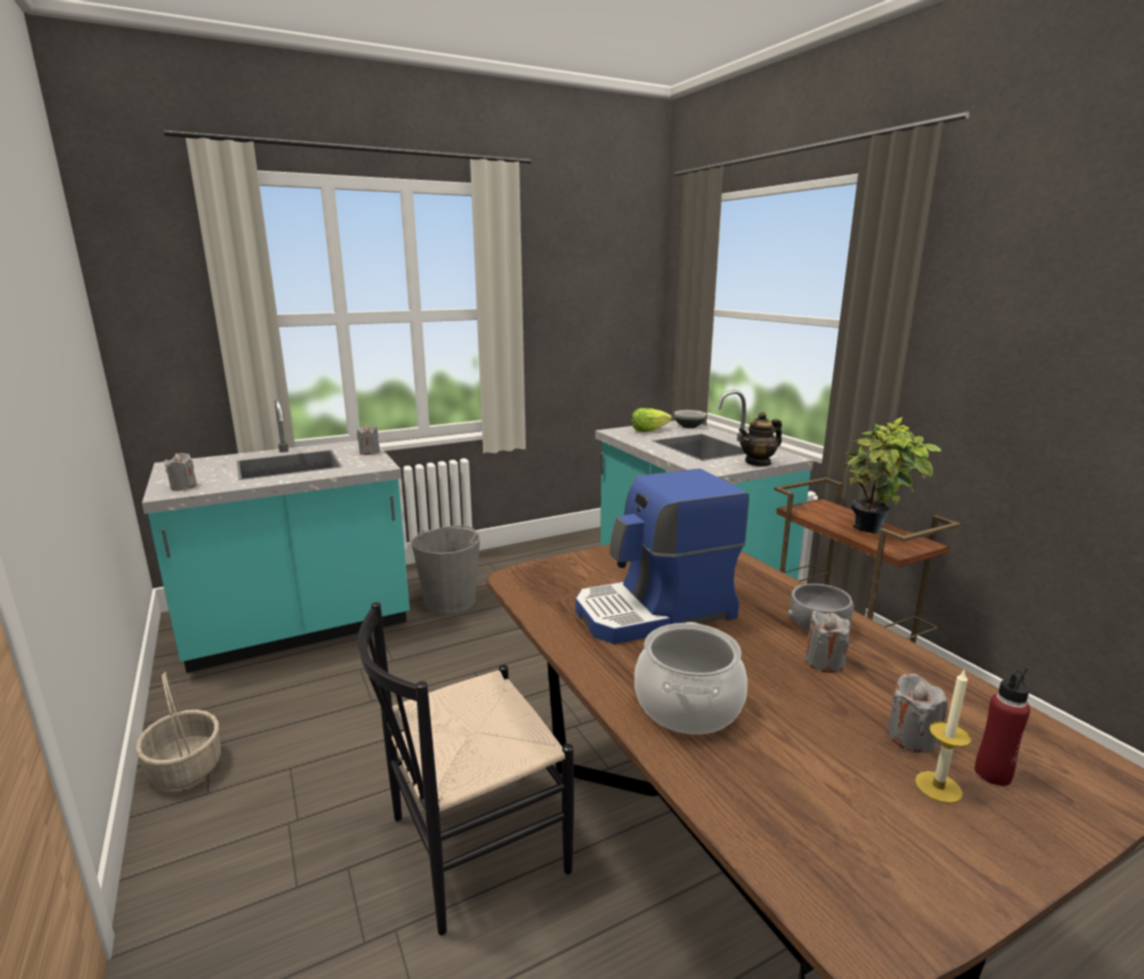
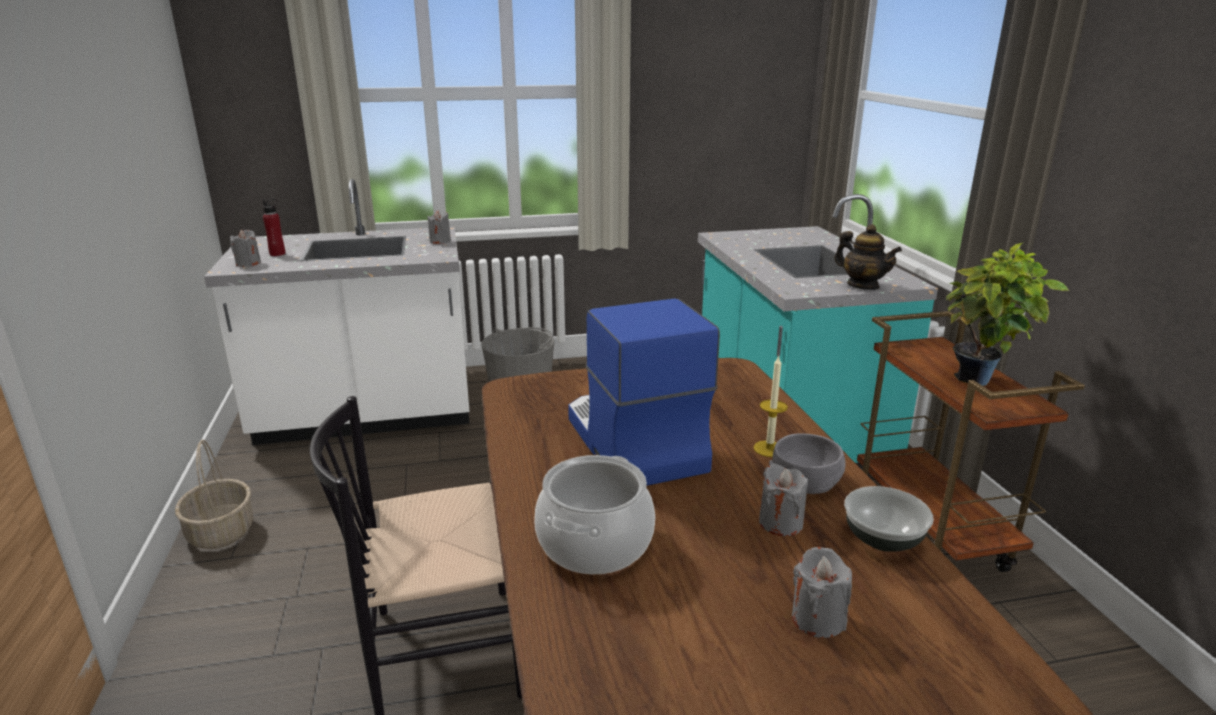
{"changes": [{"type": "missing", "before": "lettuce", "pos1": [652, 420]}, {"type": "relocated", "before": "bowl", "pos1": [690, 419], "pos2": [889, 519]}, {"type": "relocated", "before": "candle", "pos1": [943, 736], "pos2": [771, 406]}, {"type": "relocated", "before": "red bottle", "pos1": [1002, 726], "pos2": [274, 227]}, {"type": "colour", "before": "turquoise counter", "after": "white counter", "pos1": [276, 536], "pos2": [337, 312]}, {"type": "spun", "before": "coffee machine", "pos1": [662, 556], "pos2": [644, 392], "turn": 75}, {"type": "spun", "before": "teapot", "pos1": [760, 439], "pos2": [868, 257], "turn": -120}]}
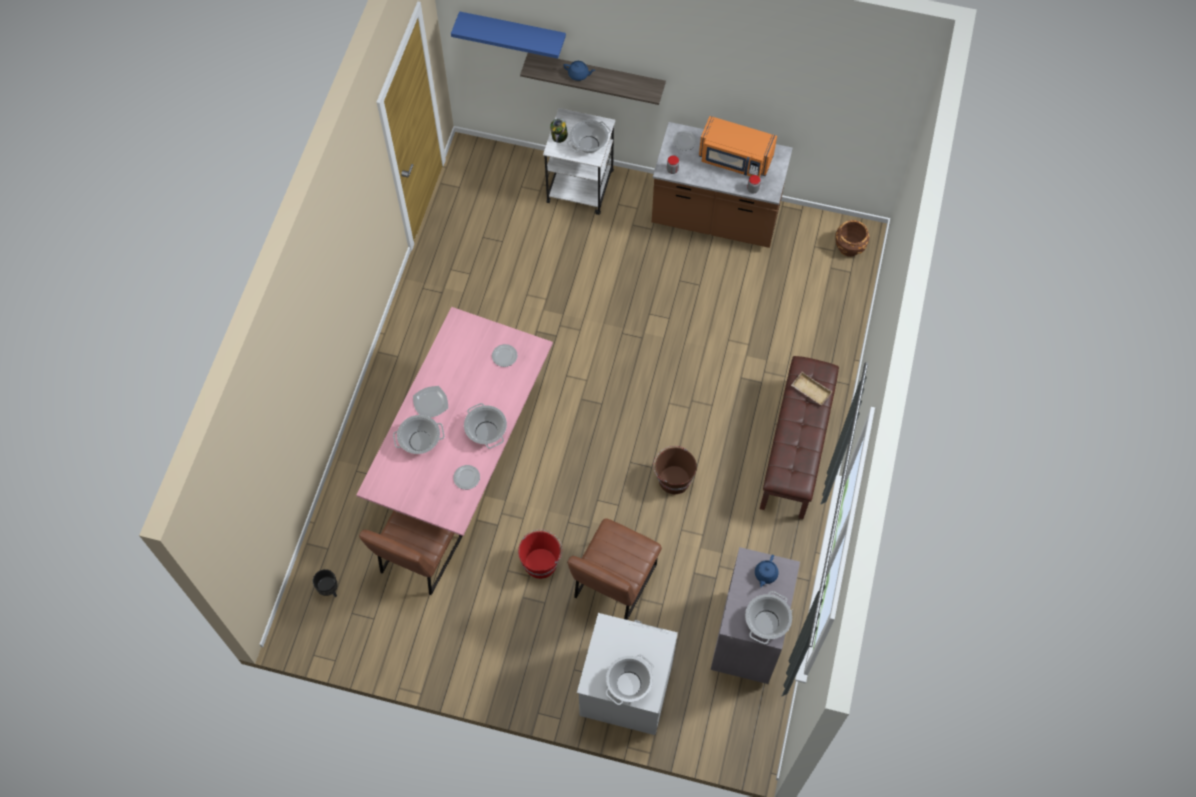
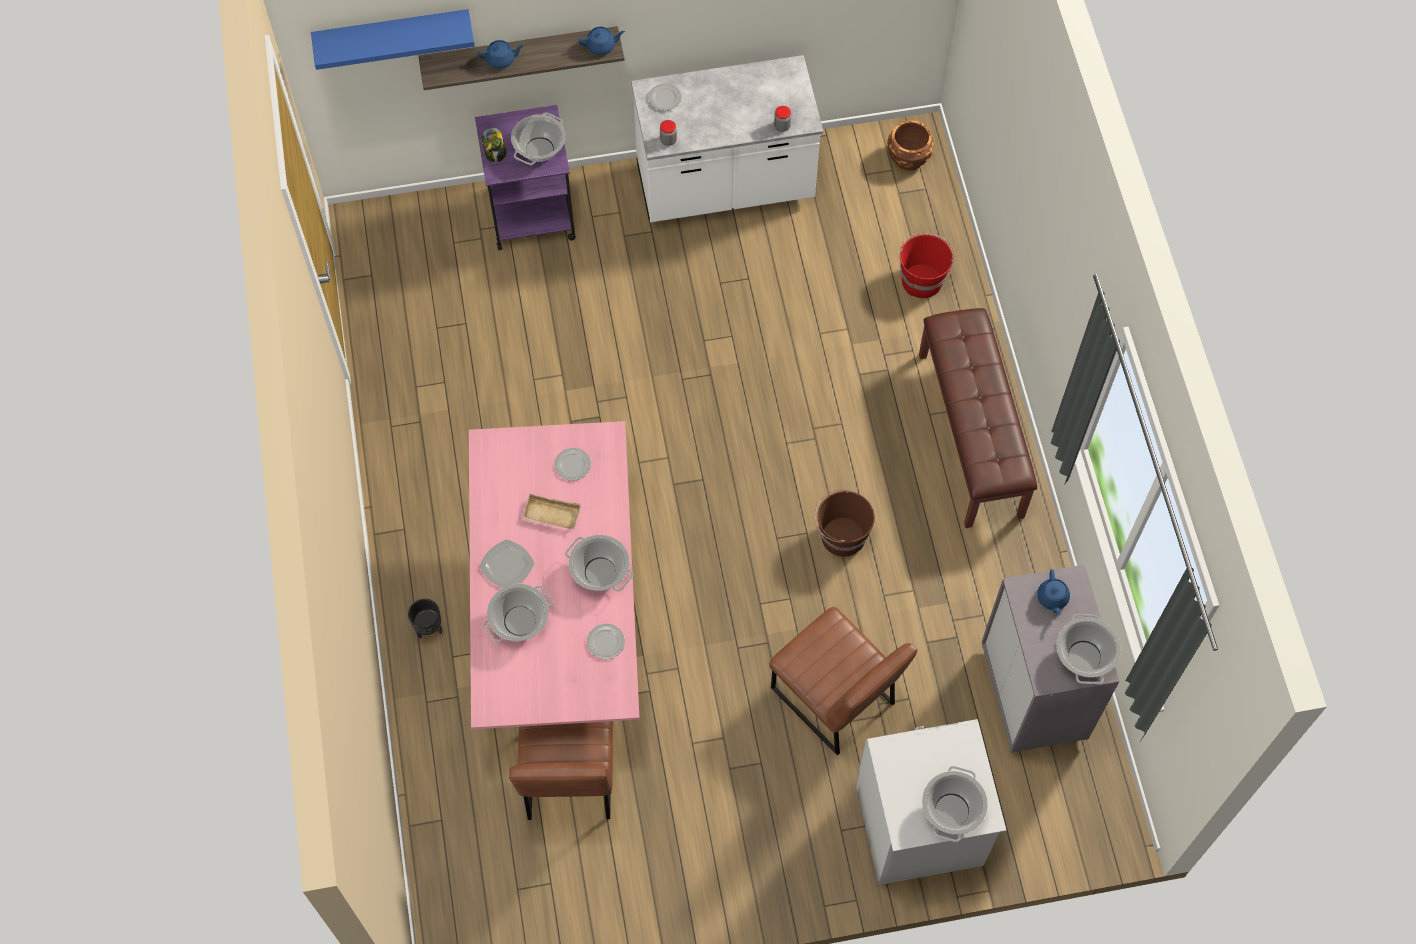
{"changes": [{"type": "missing", "before": "orange microwave", "pos1": [738, 146]}, {"type": "appeared", "after": "blue teapot", "pos2": [602, 41]}, {"type": "relocated", "before": "black planter", "pos1": [325, 583], "pos2": [425, 619]}, {"type": "relocated", "before": "red bucket", "pos1": [540, 554], "pos2": [927, 265]}, {"type": "relocated", "before": "beige tray", "pos1": [812, 388], "pos2": [551, 511]}, {"type": "colour", "before": "white cart", "after": "purple cart", "pos1": [579, 161], "pos2": [525, 178]}, {"type": "colour", "before": "brown counter", "after": "white counter", "pos1": [722, 185], "pos2": [727, 138]}, {"type": "spun", "before": "brown chair", "pos1": [614, 569], "pos2": [843, 681], "turn": -45}]}
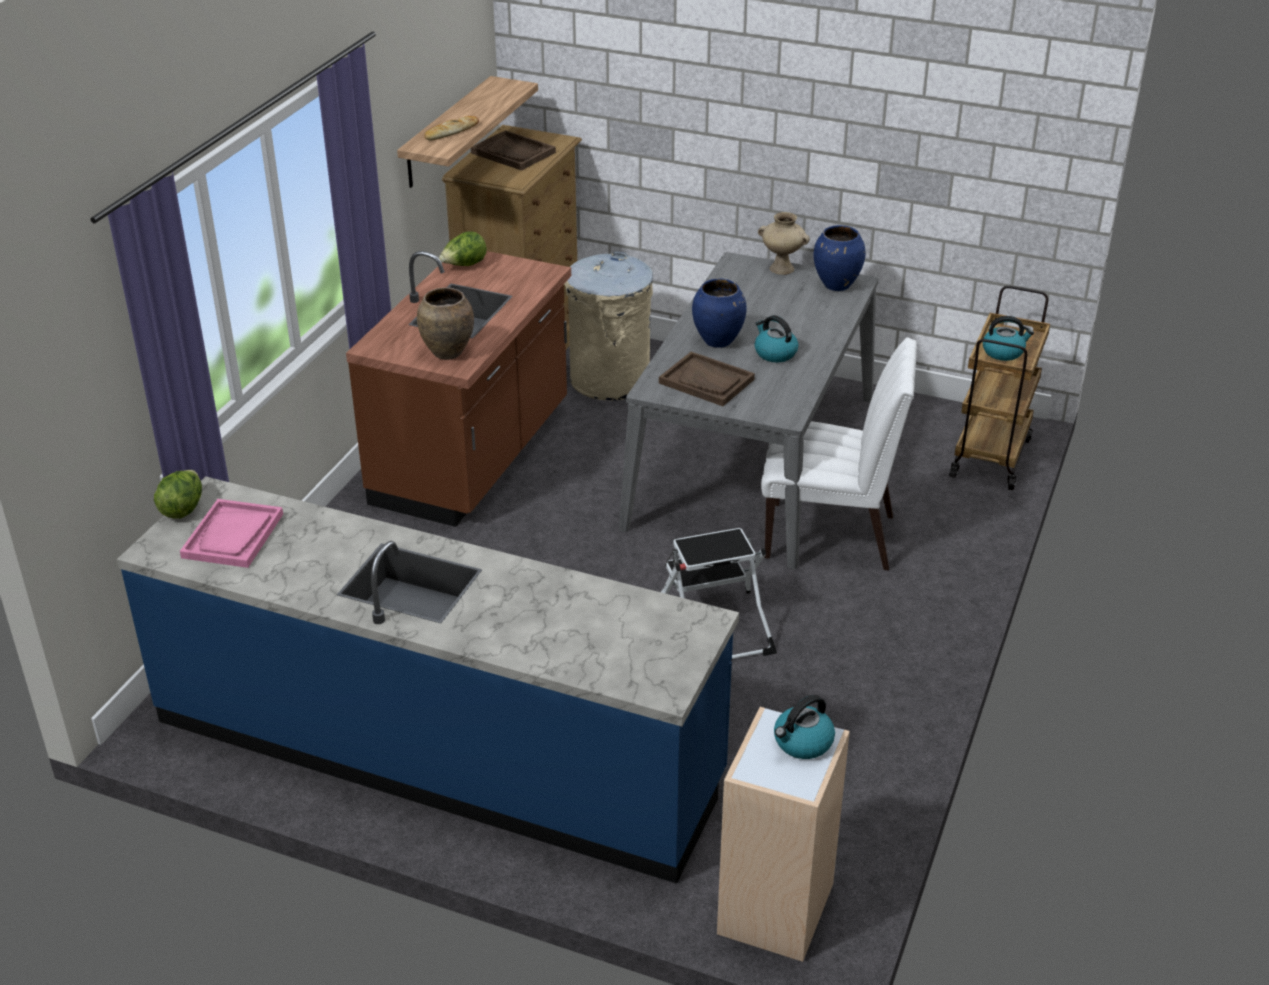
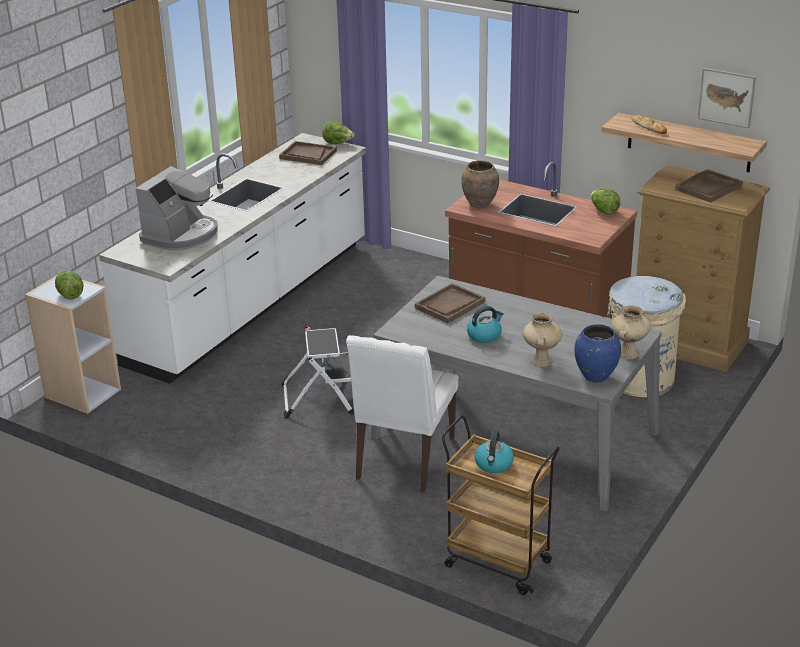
{"changes": [{"type": "missing", "before": "blue vase", "pos1": [719, 313]}, {"type": "appeared", "after": "coffee machine", "pos2": [177, 208]}, {"type": "appeared", "after": "beige vase", "pos2": [542, 340]}, {"type": "appeared", "after": "picture", "pos2": [727, 98]}, {"type": "exchanged", "before": "kettle", "after": "lettuce", "pos1": [804, 727], "pos2": [69, 285]}, {"type": "colour", "before": "blue counter", "after": "white counter", "pos1": [428, 680], "pos2": [233, 258]}, {"type": "colour", "before": "pink tray", "after": "brown tray", "pos1": [231, 533], "pos2": [308, 153]}]}
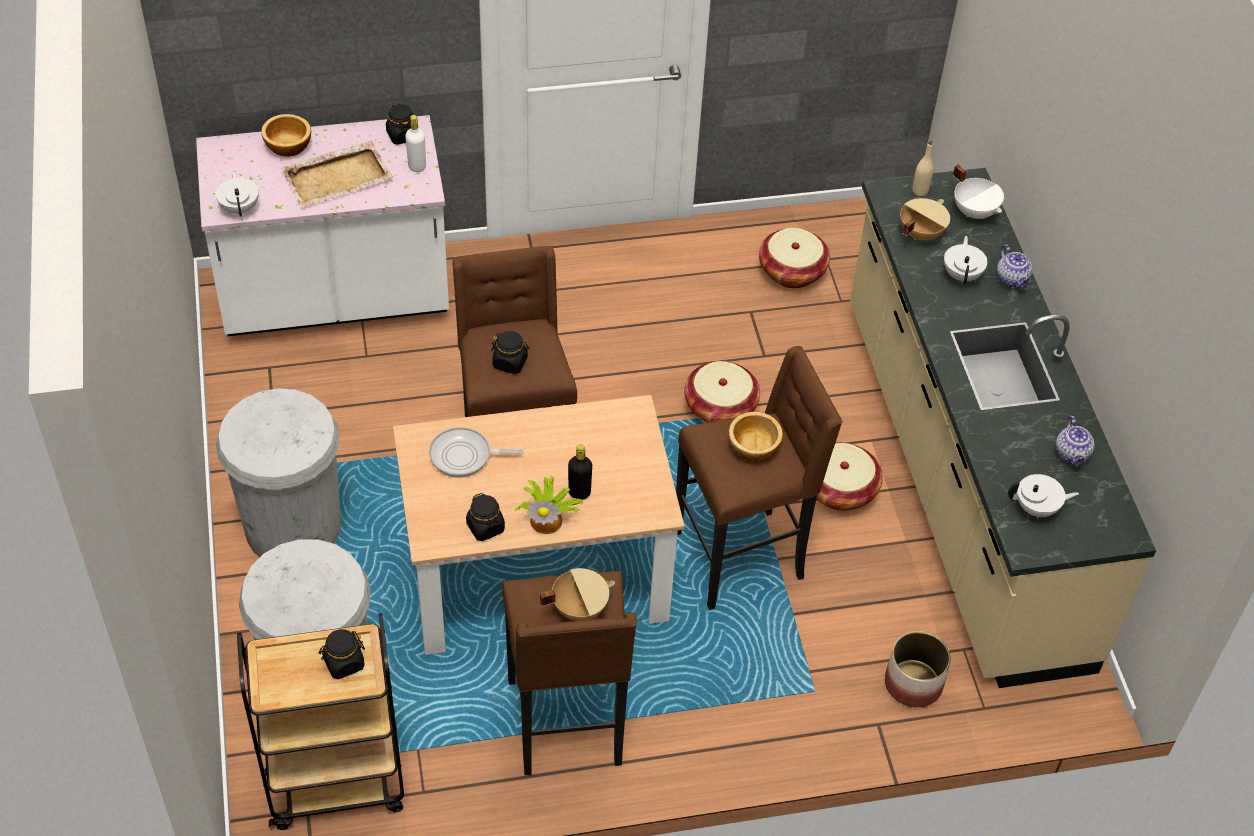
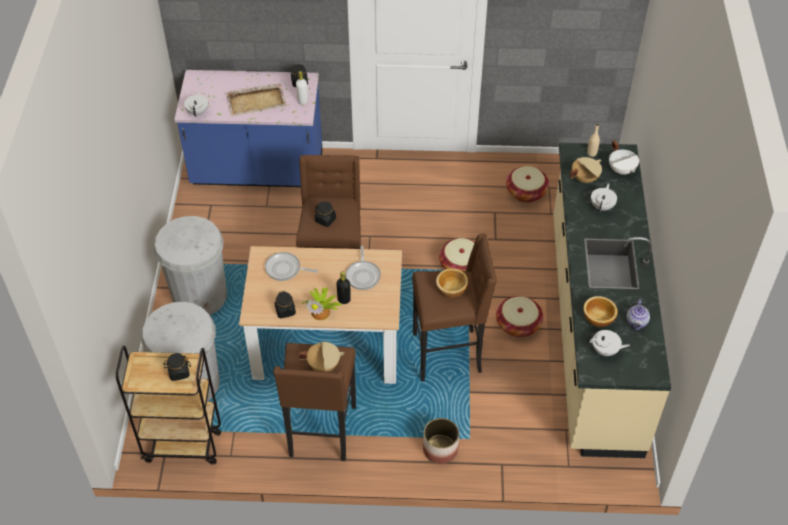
{"changes": [{"type": "missing", "before": "teapot", "pos1": [1014, 266]}, {"type": "appeared", "after": "frying pan", "pos2": [363, 268]}, {"type": "relocated", "before": "bowl", "pos1": [286, 135], "pos2": [600, 311]}, {"type": "relocated", "before": "planter", "pos1": [918, 669], "pos2": [441, 441]}, {"type": "colour", "before": "white counter", "after": "blue counter", "pos1": [322, 225], "pos2": [248, 128]}]}
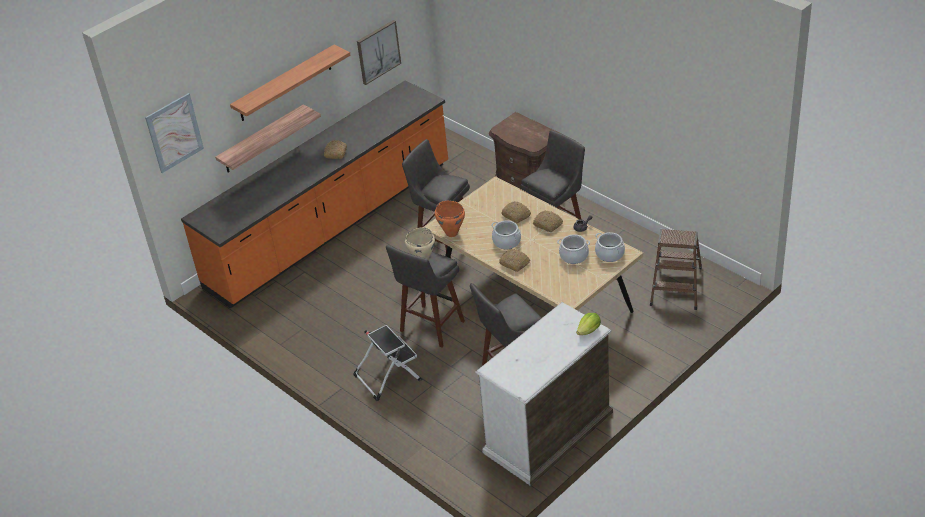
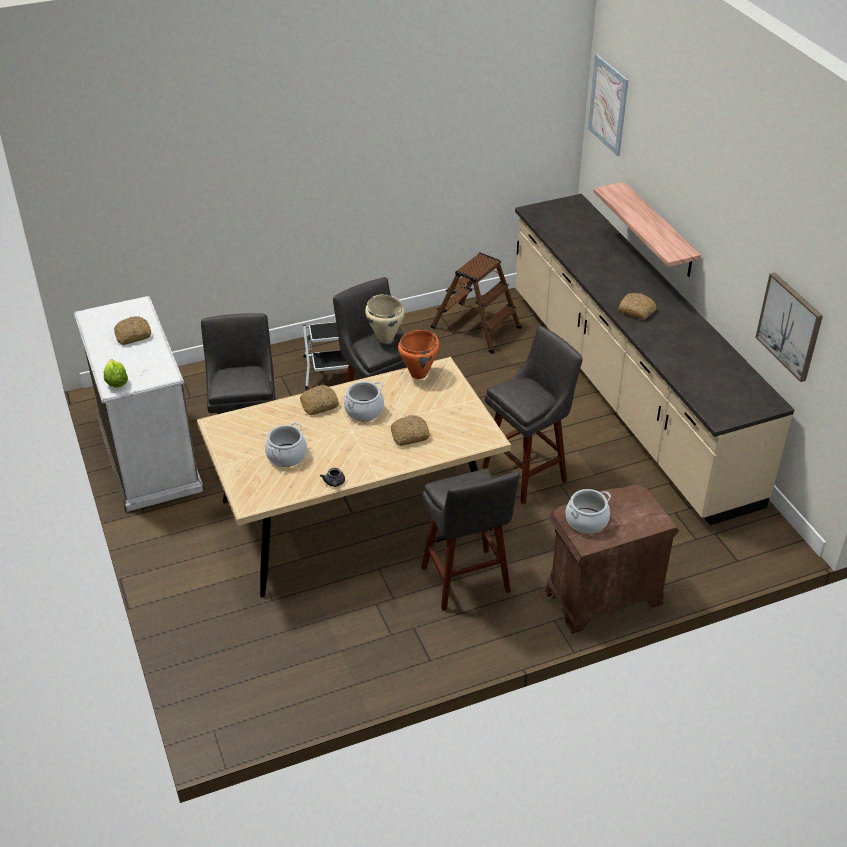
{"changes": [{"type": "missing", "before": "shelf", "pos1": [290, 83]}, {"type": "relocated", "before": "bread", "pos1": [548, 221], "pos2": [132, 330]}, {"type": "relocated", "before": "cooking pot", "pos1": [610, 247], "pos2": [588, 511]}, {"type": "relocated", "before": "brown step ladder", "pos1": [676, 269], "pos2": [476, 303]}, {"type": "colour", "before": "orange counter", "after": "beige counter", "pos1": [314, 194], "pos2": [654, 359]}]}
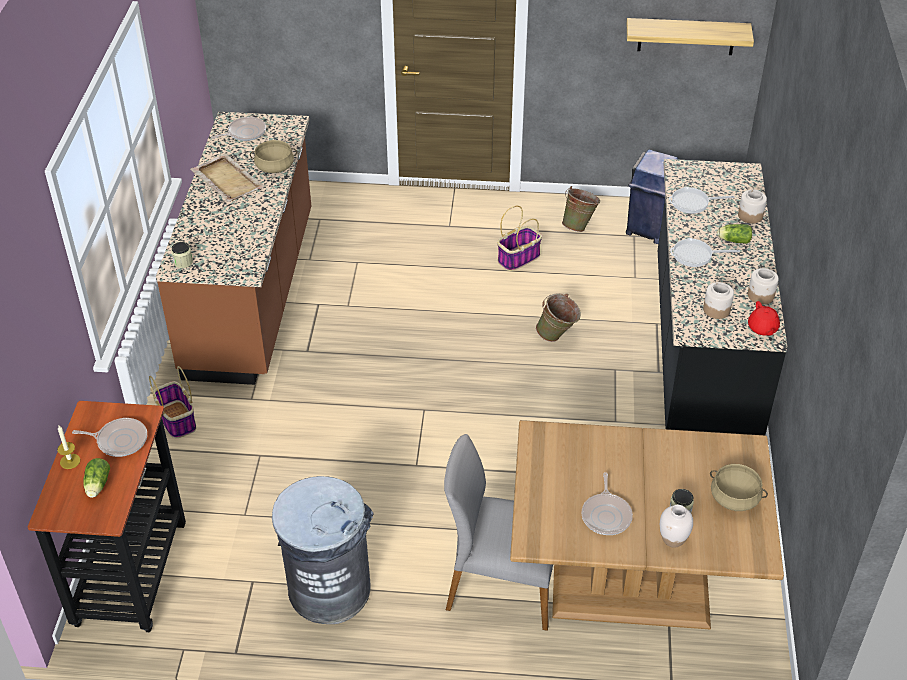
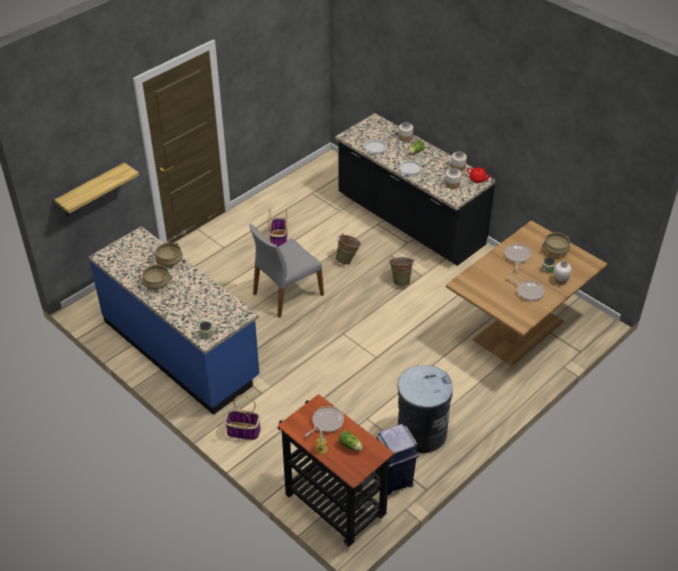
{"changes": [{"type": "relocated", "before": "frying pan", "pos1": [238, 129], "pos2": [517, 257]}, {"type": "relocated", "before": "grey chair", "pos1": [498, 532], "pos2": [286, 271]}, {"type": "relocated", "before": "green bucket", "pos1": [581, 209], "pos2": [401, 271]}, {"type": "relocated", "before": "blue trash can", "pos1": [652, 197], "pos2": [397, 459]}, {"type": "relocated", "before": "shelf", "pos1": [690, 36], "pos2": [96, 188]}, {"type": "exchanged", "before": "beige tray", "after": "beige cooking pot", "pos1": [227, 177], "pos2": [155, 277]}, {"type": "colour", "before": "brown counter", "after": "blue counter", "pos1": [233, 248], "pos2": [174, 320]}]}
